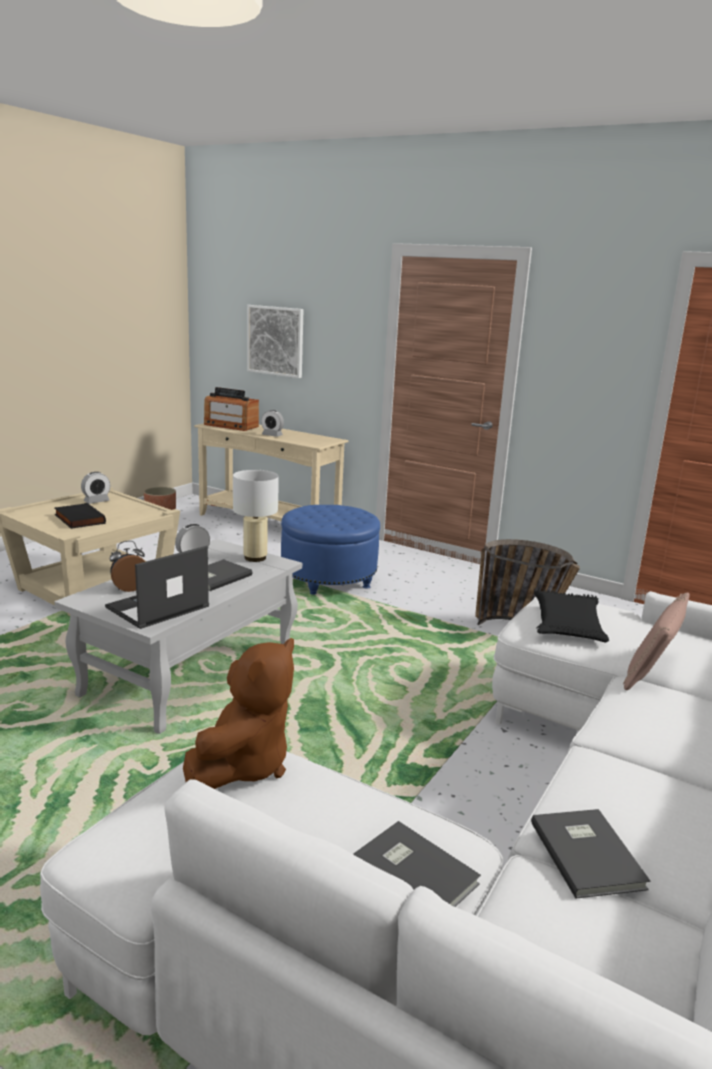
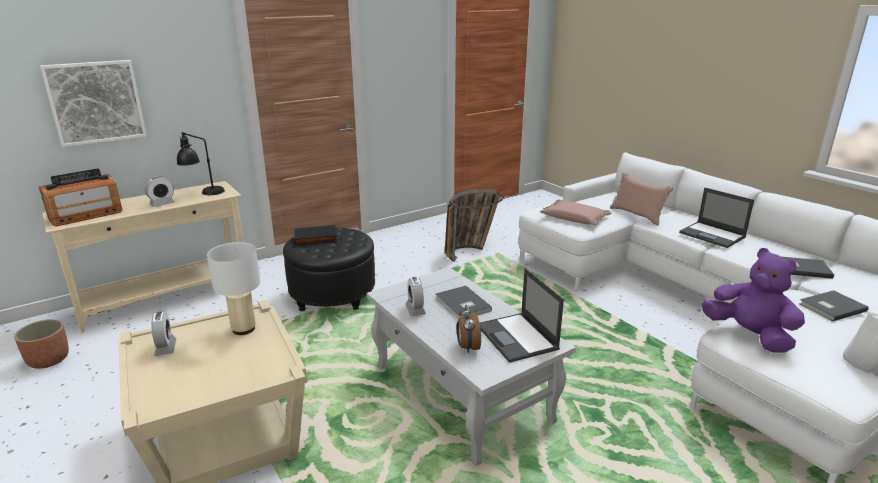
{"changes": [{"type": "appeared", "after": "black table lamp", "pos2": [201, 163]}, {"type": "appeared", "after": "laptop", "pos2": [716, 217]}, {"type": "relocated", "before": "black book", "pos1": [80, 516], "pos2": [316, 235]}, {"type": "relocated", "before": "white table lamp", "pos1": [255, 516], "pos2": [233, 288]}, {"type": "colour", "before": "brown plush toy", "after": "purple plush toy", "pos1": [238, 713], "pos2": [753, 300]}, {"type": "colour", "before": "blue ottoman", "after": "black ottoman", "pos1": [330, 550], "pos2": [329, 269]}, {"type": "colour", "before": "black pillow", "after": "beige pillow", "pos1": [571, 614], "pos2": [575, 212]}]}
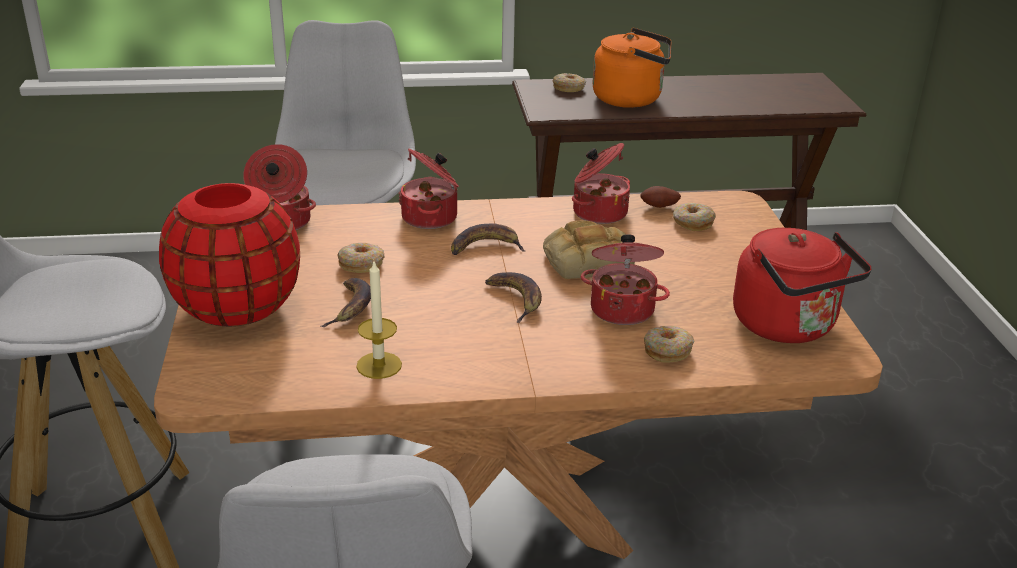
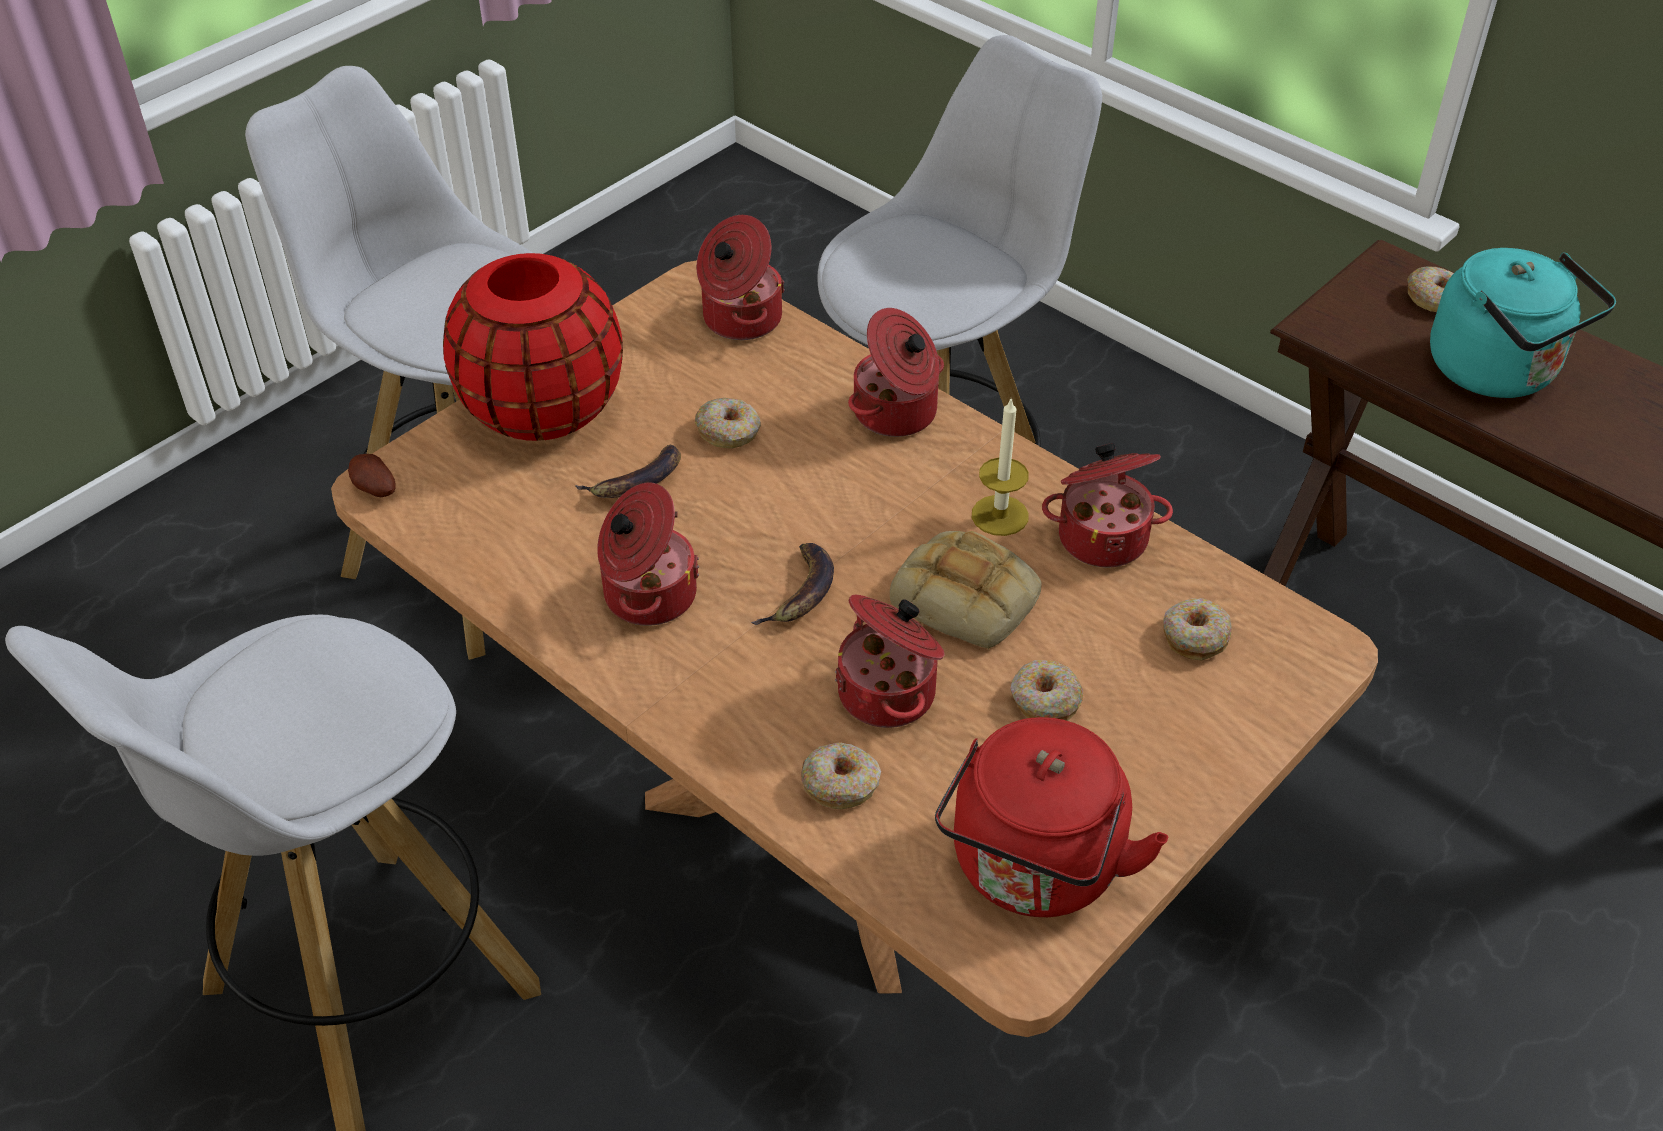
{"changes": [{"type": "missing", "before": "banana", "pos1": [488, 239]}, {"type": "appeared", "after": "cooking pot", "pos2": [648, 554]}, {"type": "appeared", "after": "donut", "pos2": [1047, 690]}, {"type": "relocated", "before": "candle", "pos1": [379, 320], "pos2": [1000, 467]}, {"type": "relocated", "before": "potato", "pos1": [661, 197], "pos2": [372, 475]}, {"type": "colour", "before": "orange kettle", "after": "turquoise kettle", "pos1": [631, 68], "pos2": [1523, 323]}]}
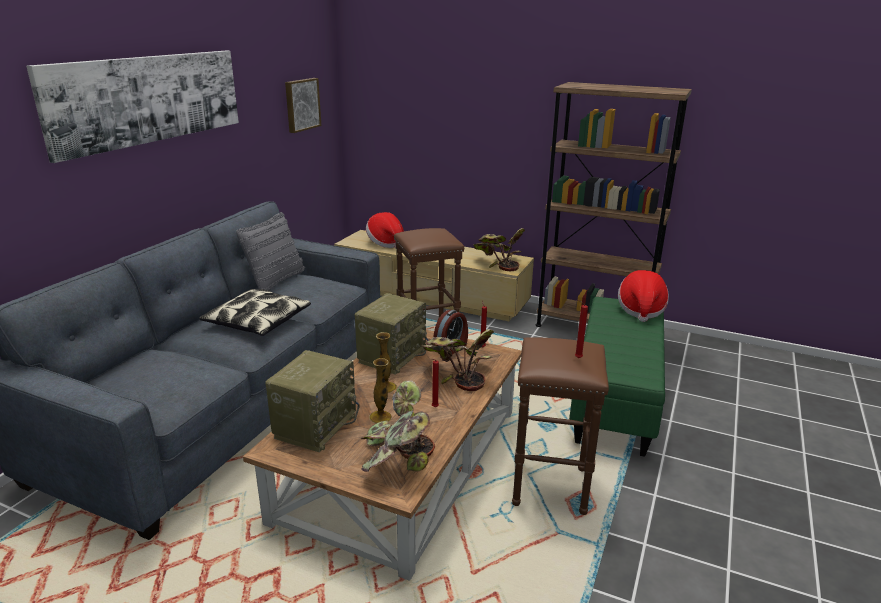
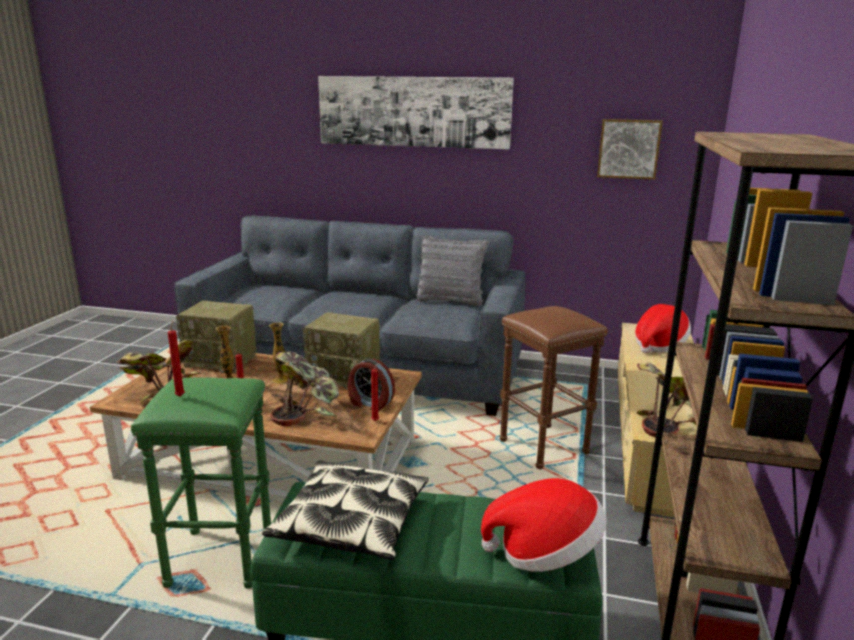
{"changes": [{"type": "relocated", "before": "pillow", "pos1": [255, 312], "pos2": [345, 510]}, {"type": "colour", "before": "brown stool", "after": "green stool", "pos1": [560, 426], "pos2": [201, 483]}]}
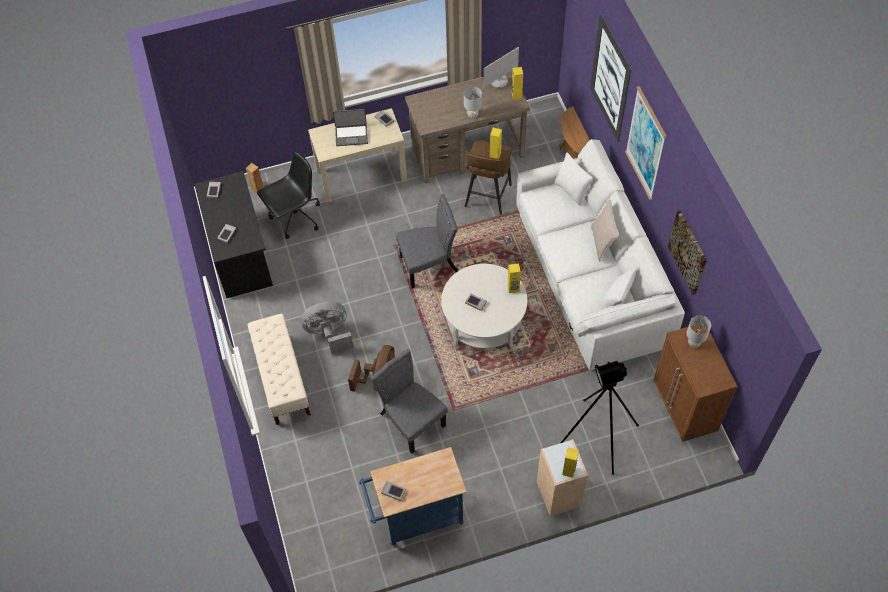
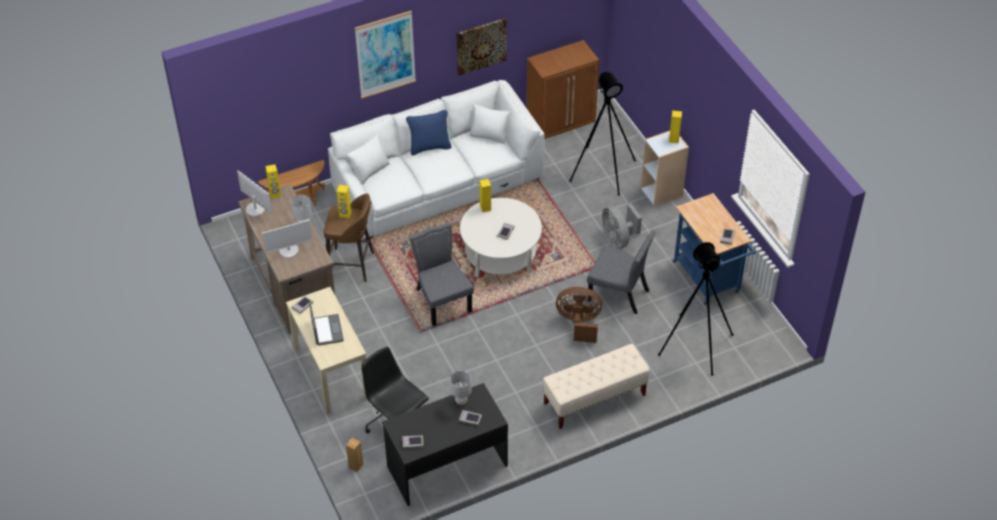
{"changes": [{"type": "missing", "before": "picture", "pos1": [610, 78]}, {"type": "appeared", "after": "monitor", "pos2": [287, 239]}, {"type": "appeared", "after": "black floor lamp", "pos2": [696, 309]}, {"type": "relocated", "before": "grey fan", "pos1": [327, 327], "pos2": [622, 226]}, {"type": "relocated", "before": "grey table lamp", "pos1": [699, 332], "pos2": [460, 388]}, {"type": "colour", "before": "beige pillow", "after": "blue pillow", "pos1": [605, 230], "pos2": [428, 132]}, {"type": "spun", "before": "grey chair", "pos1": [409, 401], "pos2": [621, 272], "turn": -105}]}
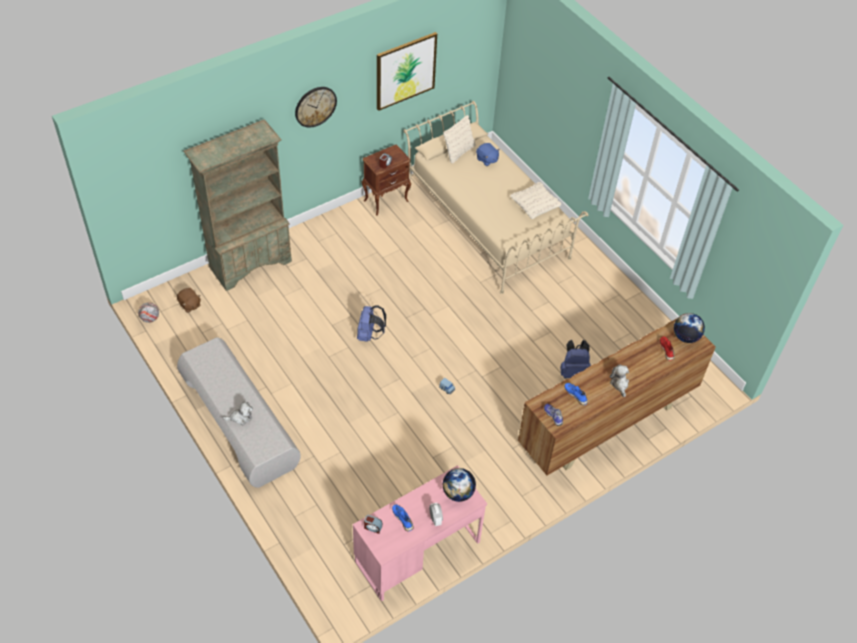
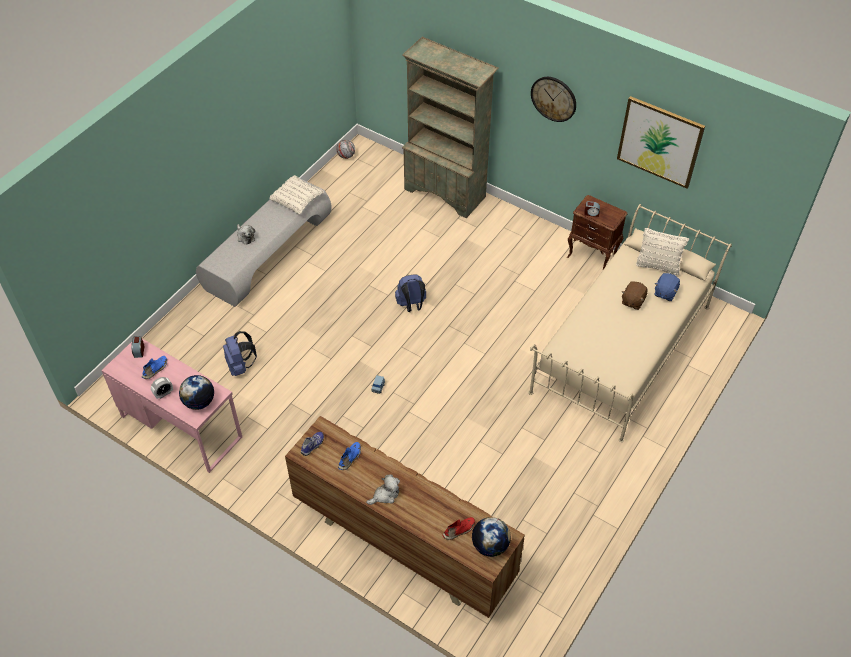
{"changes": [{"type": "relocated", "before": "brown plush toy", "pos1": [189, 300], "pos2": [635, 296]}, {"type": "relocated", "before": "beige pillow", "pos1": [535, 200], "pos2": [296, 194]}, {"type": "relocated", "before": "blue backpack", "pos1": [575, 359], "pos2": [240, 353]}]}
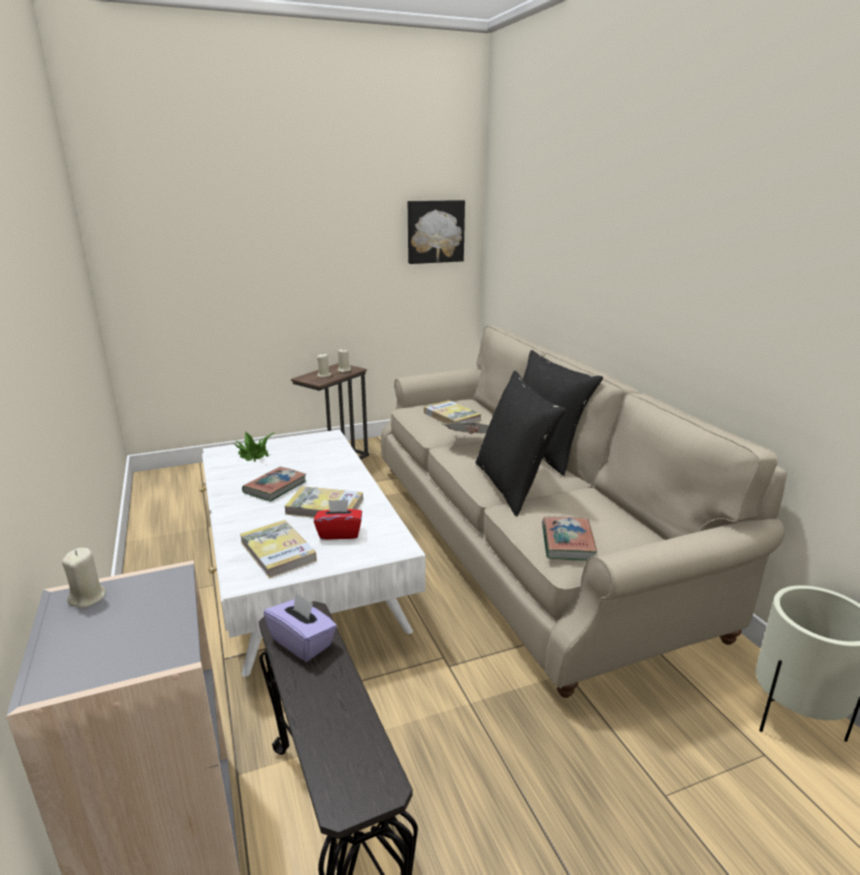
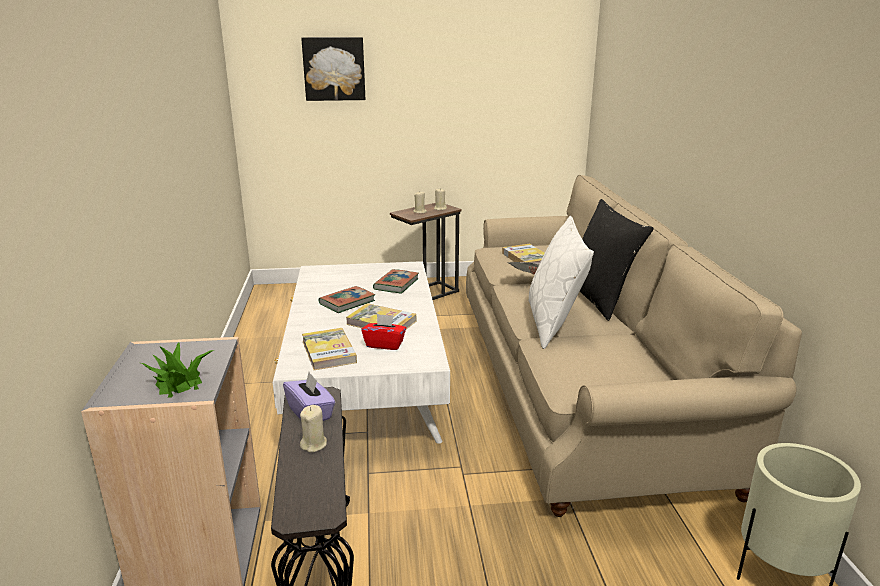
{"changes": [{"type": "relocated", "before": "beige candle", "pos1": [84, 578], "pos2": [313, 429]}, {"type": "relocated", "before": "potted plant", "pos1": [254, 447], "pos2": [177, 370]}, {"type": "relocated", "before": "picture", "pos1": [436, 232], "pos2": [333, 69]}, {"type": "relocated", "before": "book", "pos1": [569, 539], "pos2": [396, 281]}, {"type": "colour", "before": "black pillow", "after": "white pillow", "pos1": [520, 443], "pos2": [561, 282]}]}
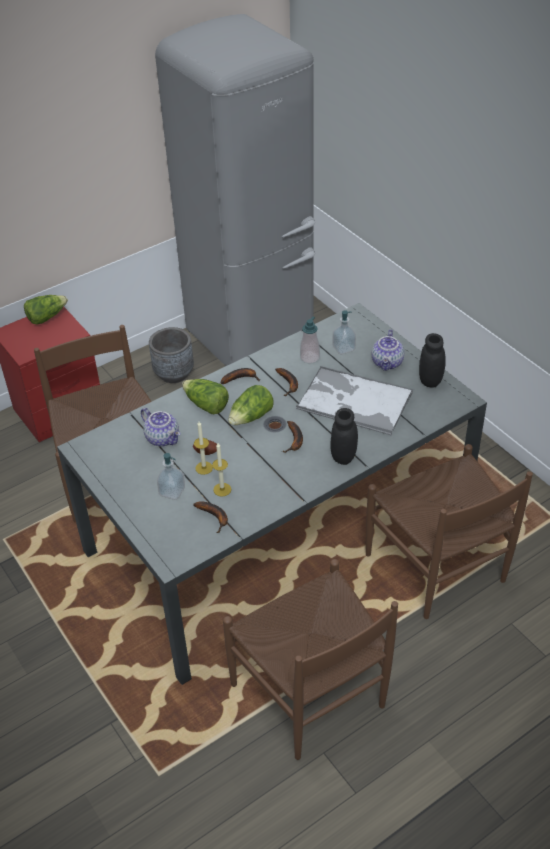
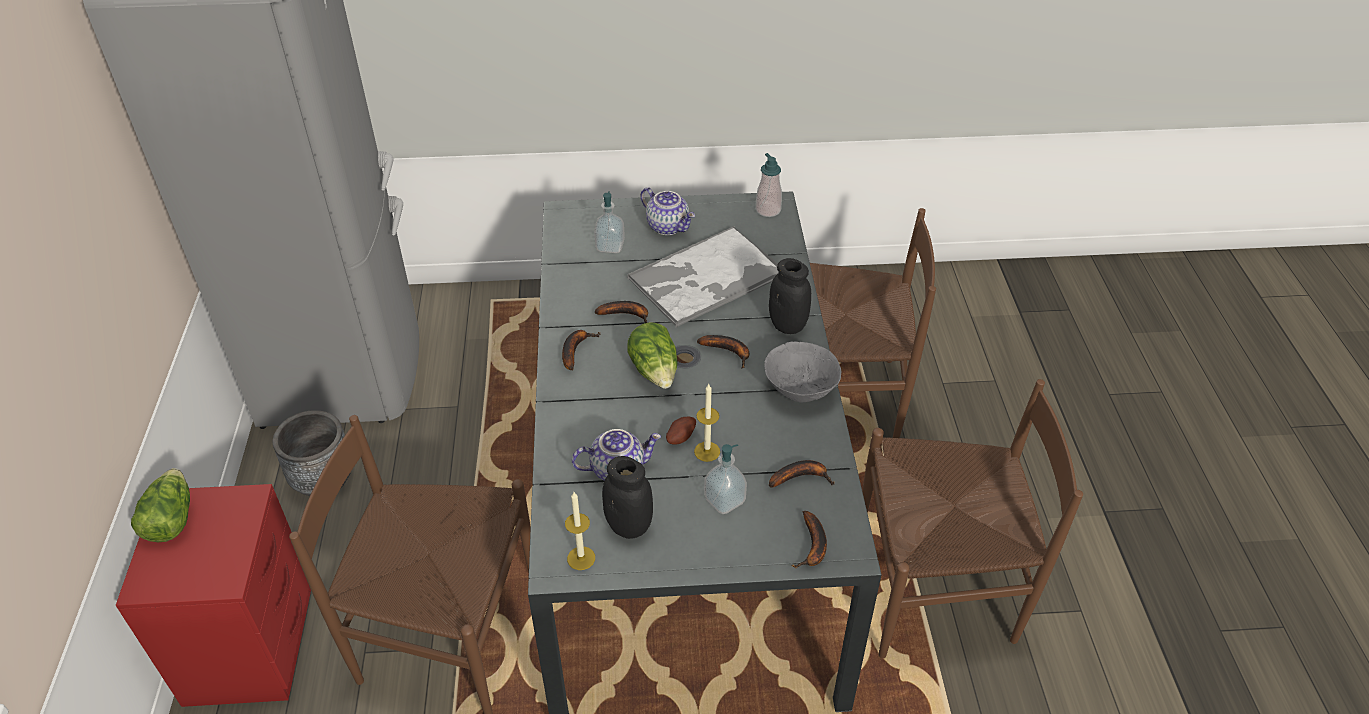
{"changes": [{"type": "missing", "before": "lettuce", "pos1": [205, 396]}, {"type": "appeared", "after": "grey bowl", "pos2": [802, 372]}, {"type": "appeared", "after": "banana", "pos2": [809, 539]}, {"type": "relocated", "before": "candle", "pos1": [221, 470], "pos2": [580, 531]}, {"type": "relocated", "before": "soap dispenser", "pos1": [310, 340], "pos2": [768, 185]}, {"type": "relocated", "before": "black jar", "pos1": [432, 360], "pos2": [627, 497]}]}
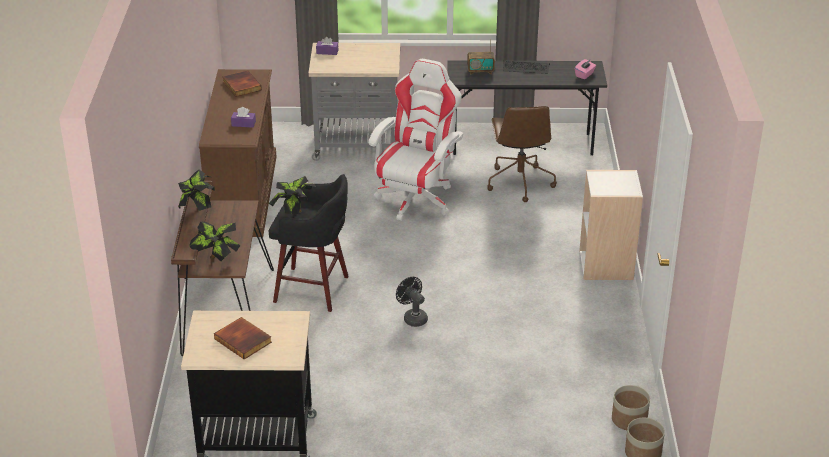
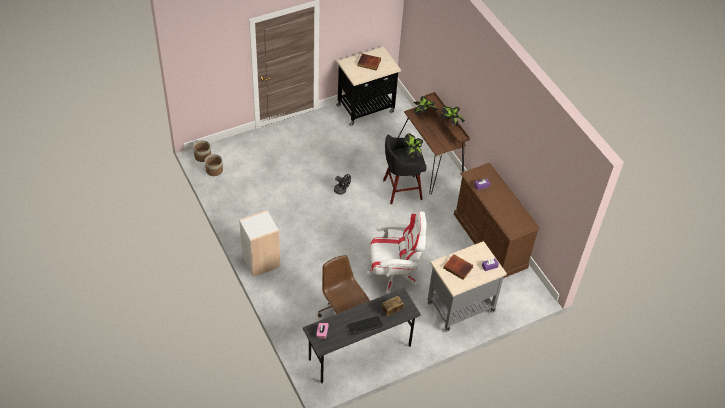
{"changes": [{"type": "relocated", "before": "book", "pos1": [242, 84], "pos2": [458, 267]}, {"type": "spun", "before": "white office chair", "pos1": [415, 140], "pos2": [397, 252], "turn": -90}]}
